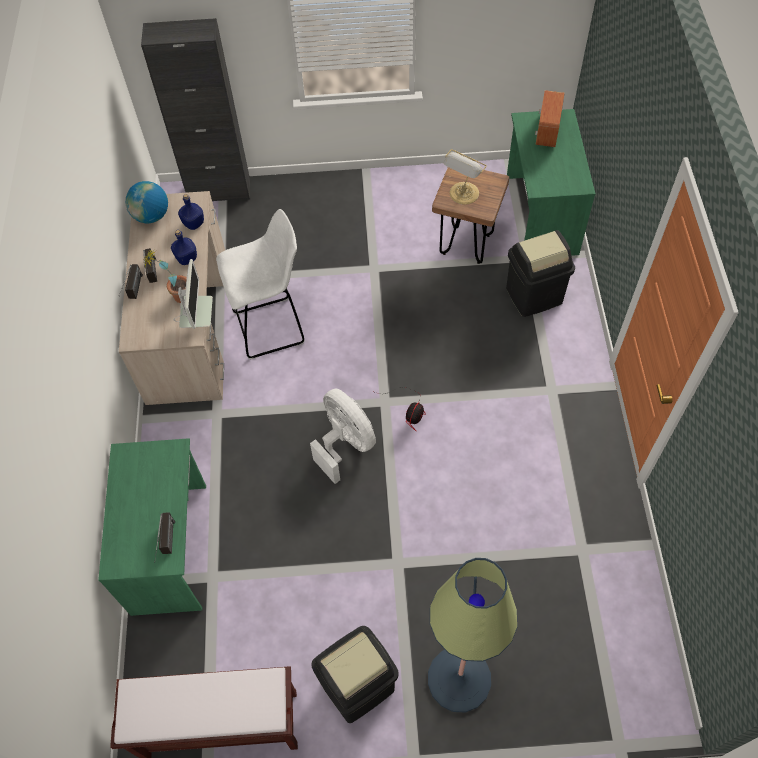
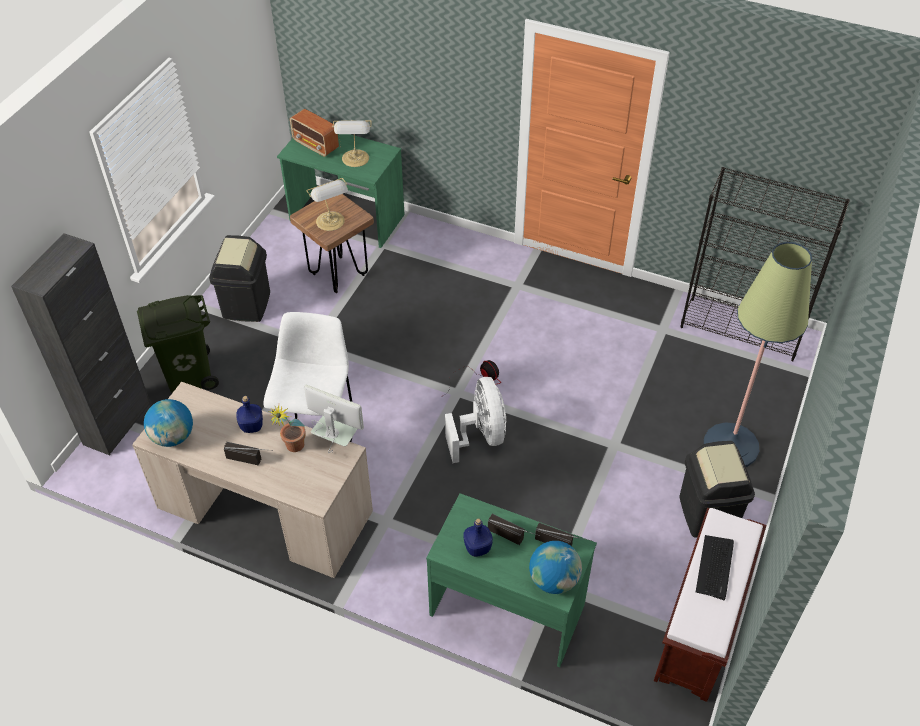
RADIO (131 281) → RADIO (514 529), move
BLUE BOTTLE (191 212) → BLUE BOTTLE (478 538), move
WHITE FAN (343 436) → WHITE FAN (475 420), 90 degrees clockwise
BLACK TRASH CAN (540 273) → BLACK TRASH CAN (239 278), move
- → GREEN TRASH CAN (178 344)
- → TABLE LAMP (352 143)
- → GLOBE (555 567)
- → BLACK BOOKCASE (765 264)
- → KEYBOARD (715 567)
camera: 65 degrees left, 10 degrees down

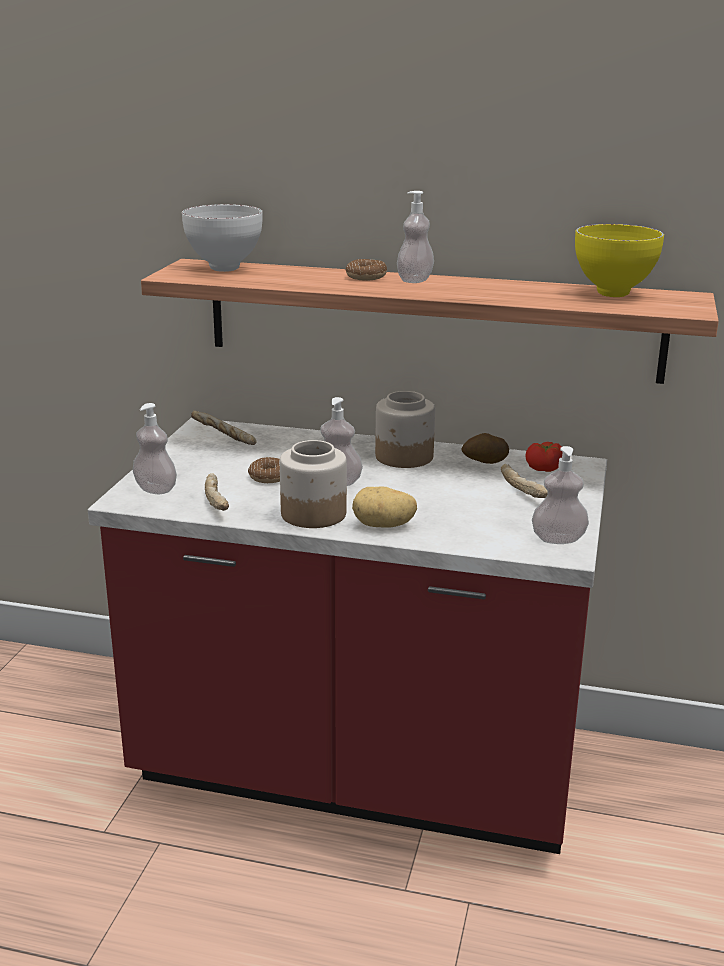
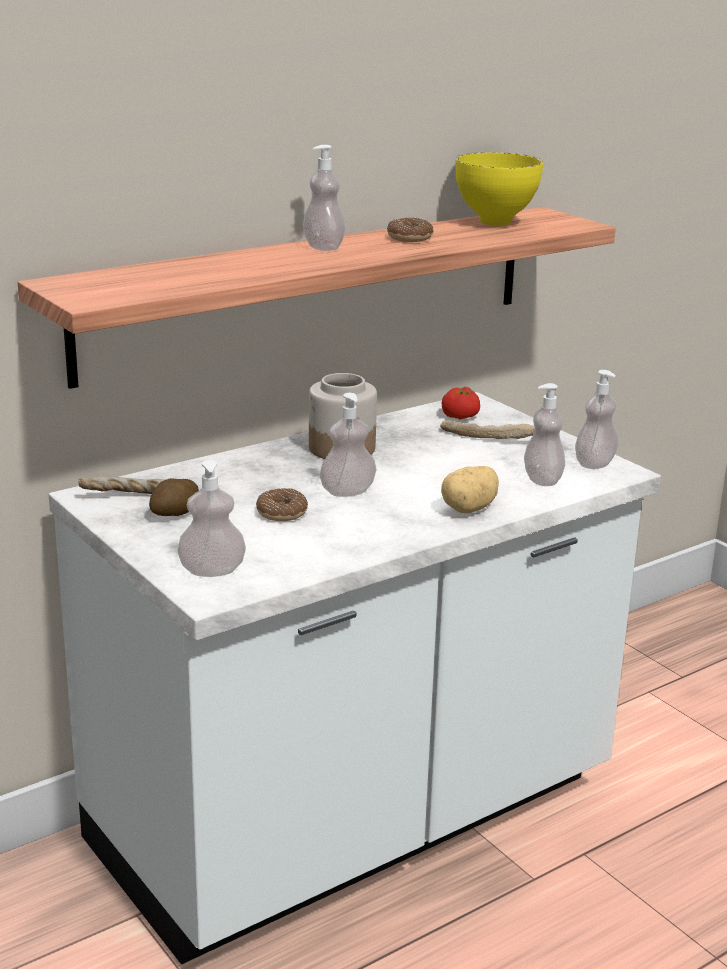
RED COUNTER (347 636) → WHITE COUNTER (355 678)
WHITE BOWL (222 238) → -
BREAD (217 492) → -
JAR (313 484) → -
DONUT (366 270) → DONUT (410 230), move
POTATO (485 448) → POTATO (174 497), move
- → SOAP DISPENSER (544 434)
camera: 50 degrees left, 0 degrees up

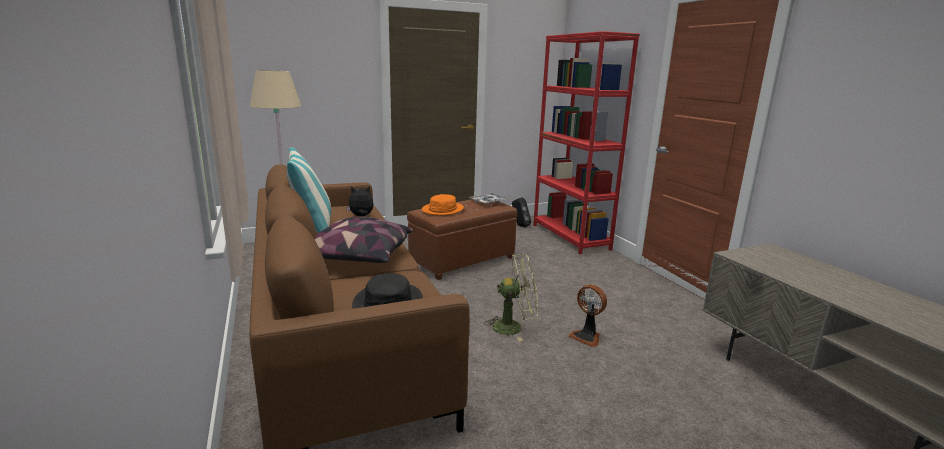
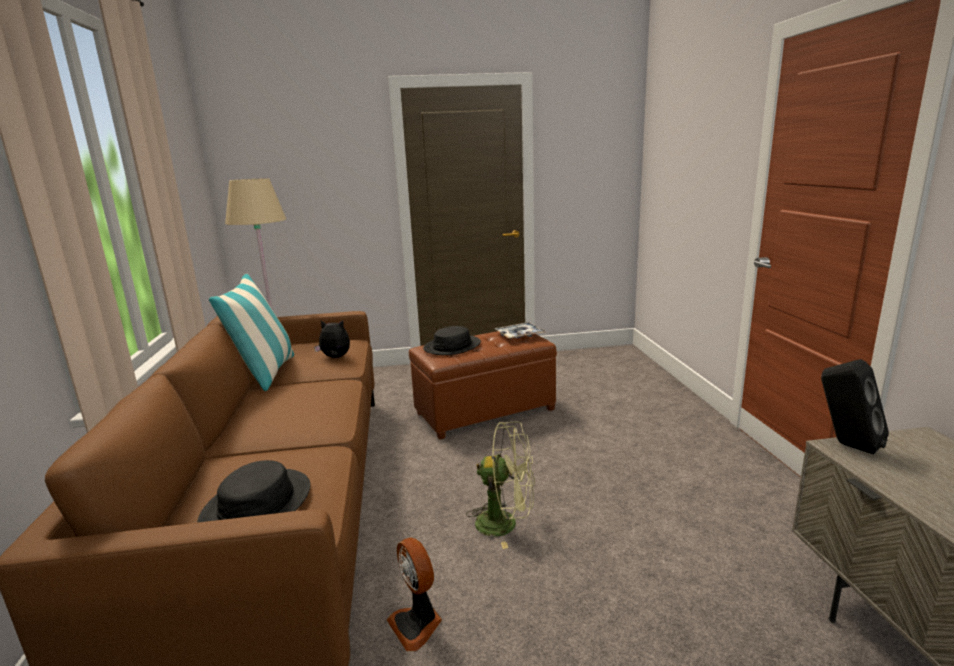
PILLOW (364 240) → -
ORANGE HAT (443 204) → BLACK HAT (452 340)
BLACK SPEAKER (521 212) → BLACK SPEAKER (855 406), move
RED BOOKCASE (586 142) → -
FAN (587 315) → FAN (414 594), move
camera: 15 degrees right, 0 degrees up

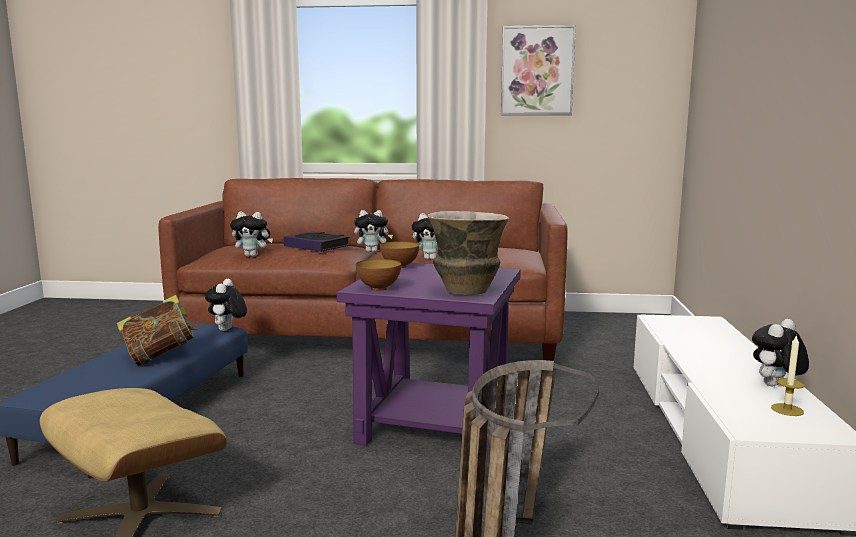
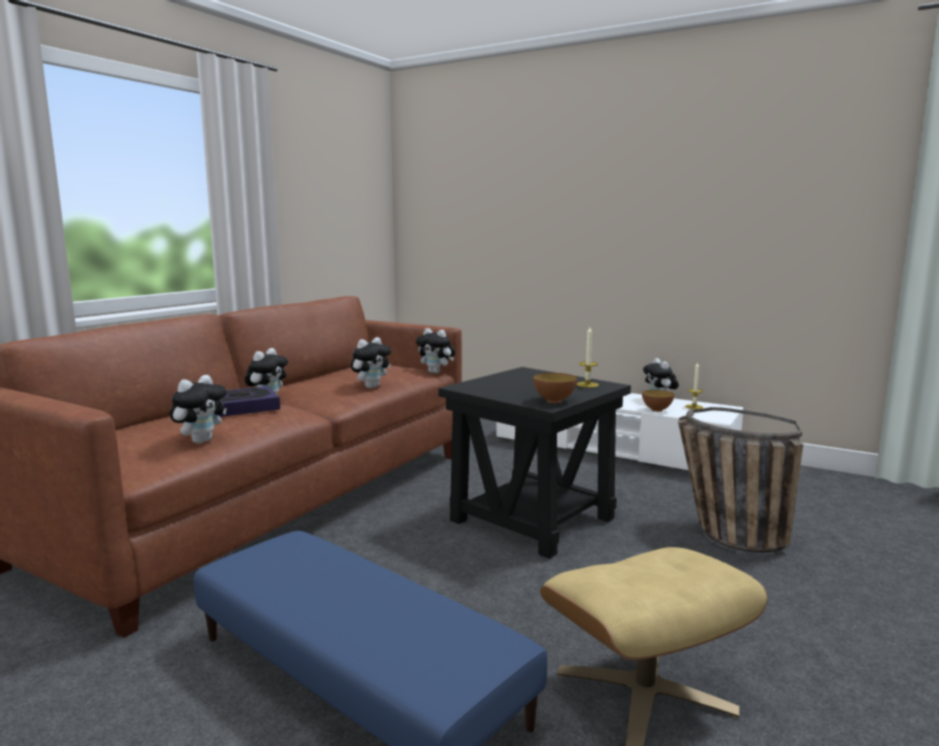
BOOK (157 330) → -
PLUSH TOY (226 305) → PLUSH TOY (435 351), move
PURPLE SIDE TABLE (429 354) → BLACK SIDE TABLE (534 463)
BOWL (400 254) → BOWL (658 401), move
VASE (468 253) → CANDLE (587 357)
PICTURE (538 70) → -
camera: 65 degrees left, 0 degrees up

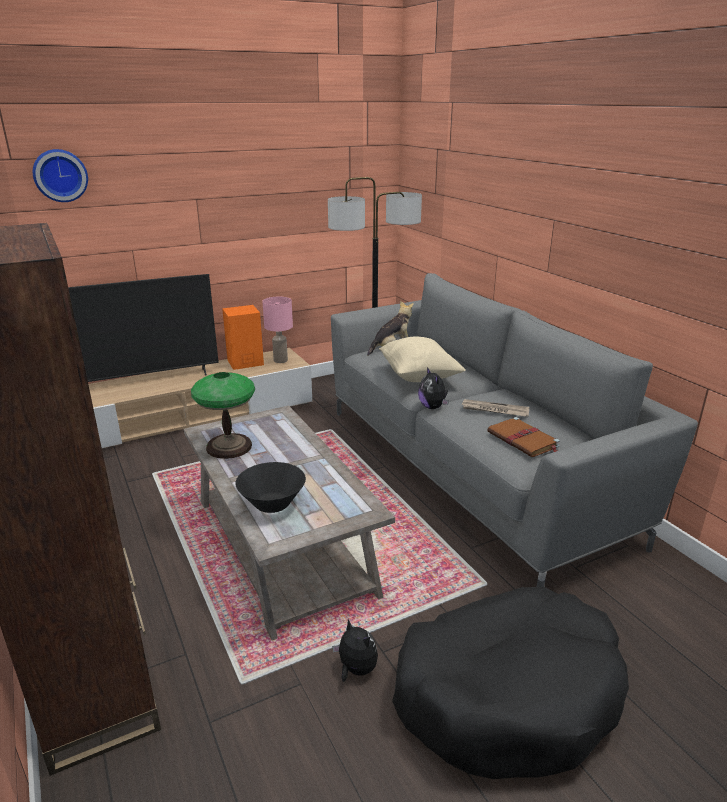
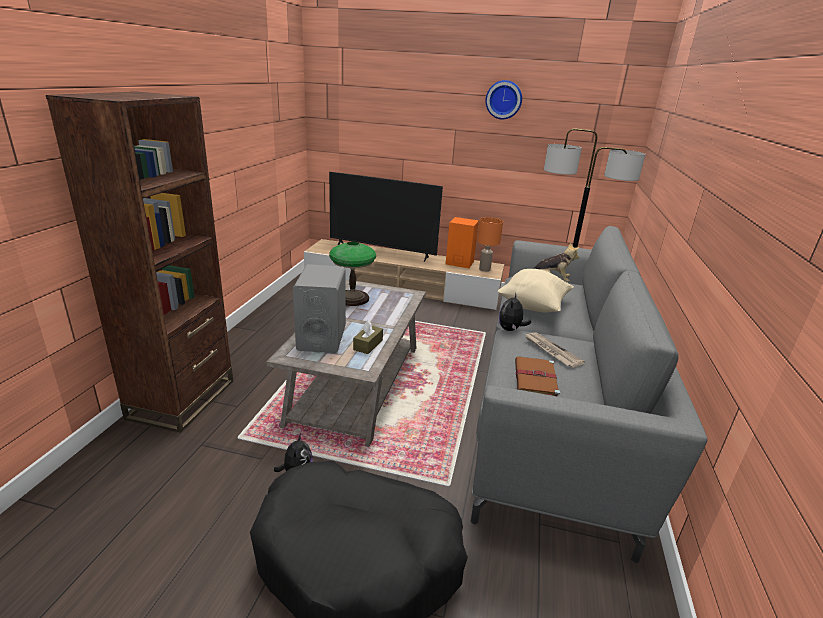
WALL CLOCK (60 175) → WALL CLOCK (503 99), move
BLACK BOWL (270 487) → GREY SPEAKER (319 308)
PINK TABLE LAMP (277 330) → ORANGE TABLE LAMP (490 244)
- → BROWN TISSUE BOX (368 337)
camera: 40 degrees right, 0 degrees up

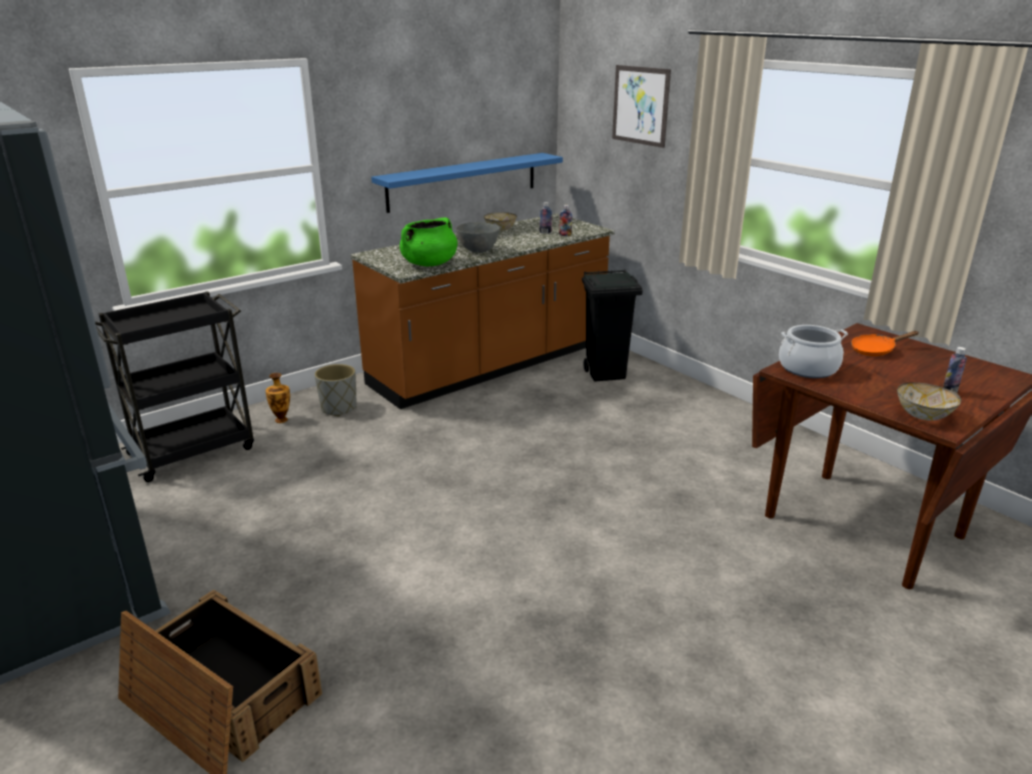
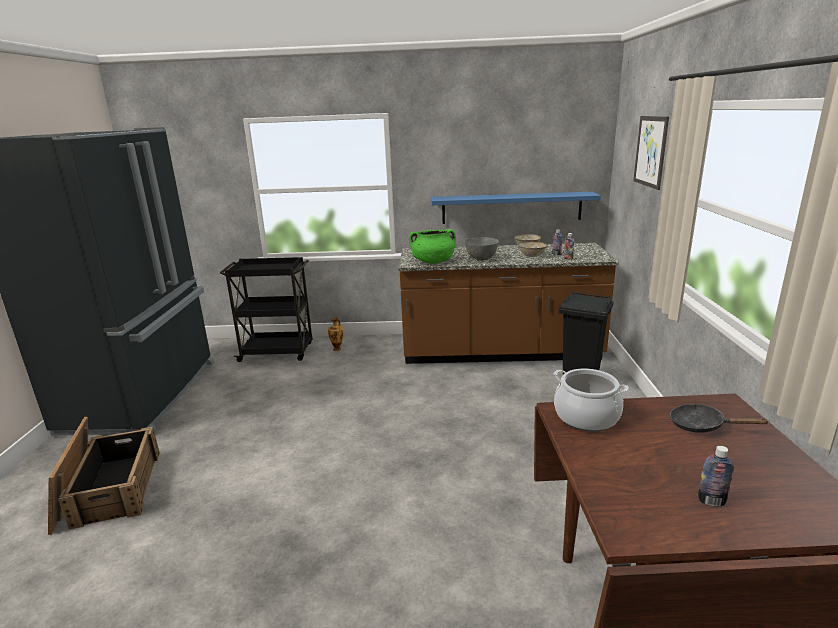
GREY PLANTER (336 390) → -
ORANGE FRYING PAN (885 343) → BLACK FRYING PAN (720 418)
BOWL (929 401) → BOWL (532 249), move
camera: 40 degrees right, 5 degrees down

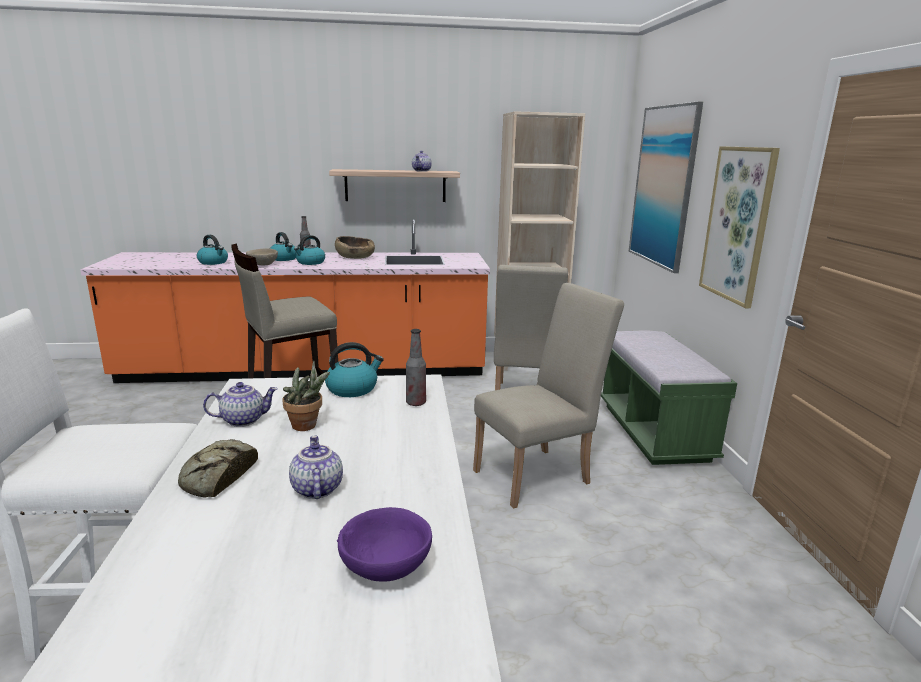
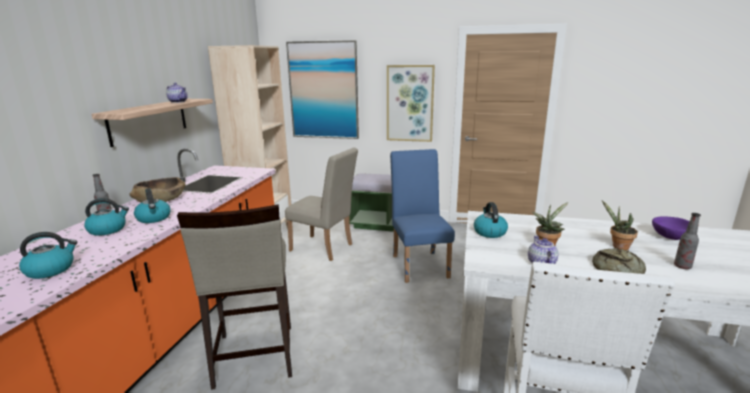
BEIGE BOWL (262 256) → -
TEAPOT (316 467) → POTTED PLANT (620 225)
BOTTLE (416 367) → BOTTLE (687 241), move
BEIGE CHAIR (548 396) → BLUE CHAIR (422 216)
camera: 70 degrees left, 0 degrees up

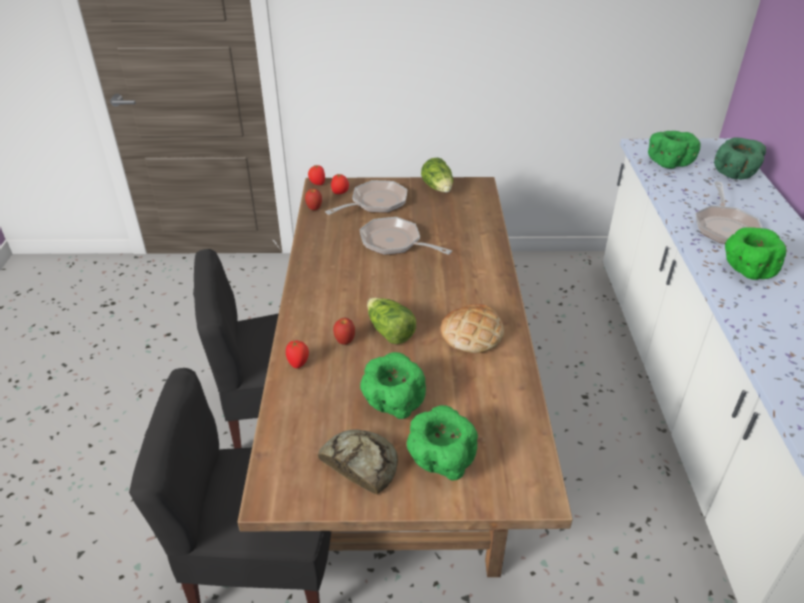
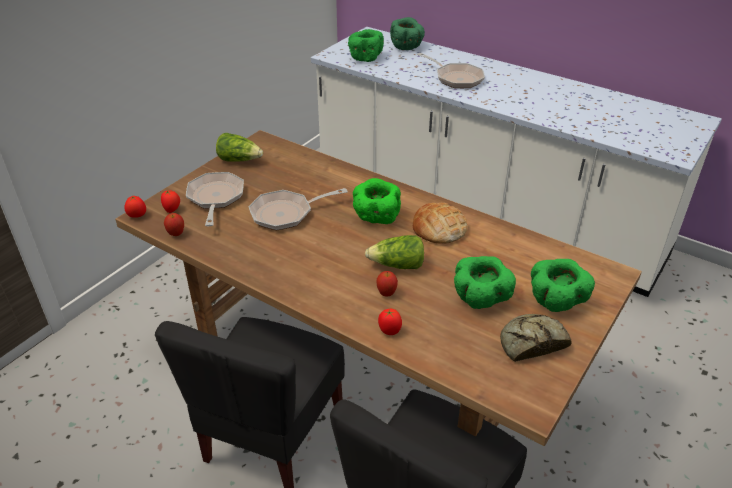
GREEN BOWL (755 253) → GREEN BOWL (377 201), move
camera: 55 degrees left, 0 degrees up

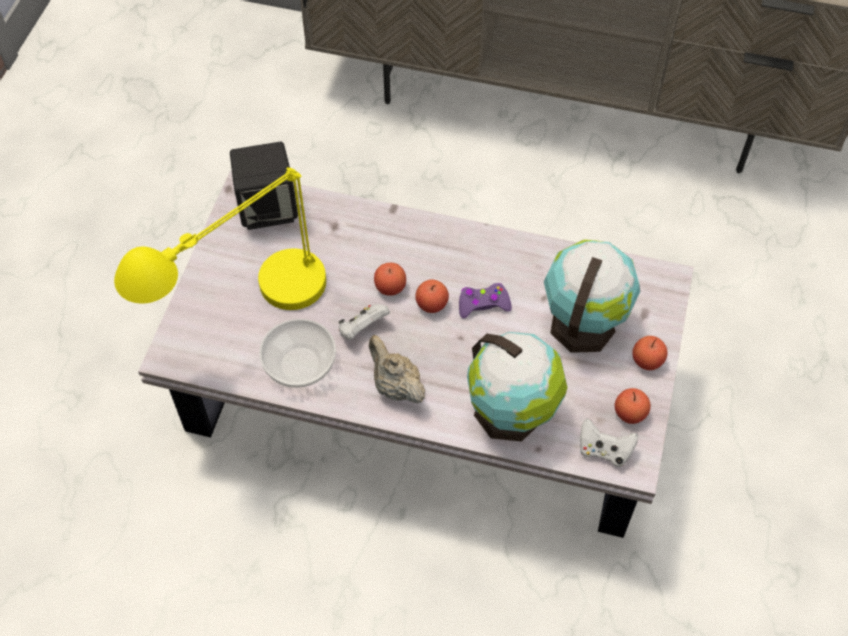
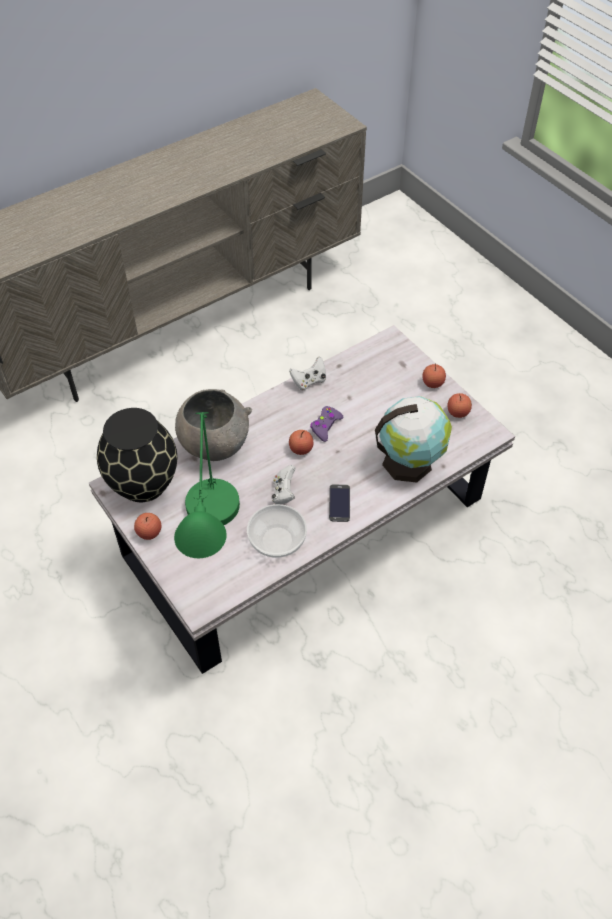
YELLOW TABLE LAMP (220 238) → GREEN TABLE LAMP (207 485)
BLACK SPEAKER (264 186) → BLACK VASE (137 455)
BEIGE TEAPOT (397 369) → PHONE (339 503)
APPLE (390 279) → APPLE (148 526), move
GLOBE (592 296) → -
WHITE GAME CONTROLLER (609 442) → WHITE GAME CONTROLLER (307 373), move
- → GREY BOWL (213 425)
camera: 50 degrees left, 5 degrees down

